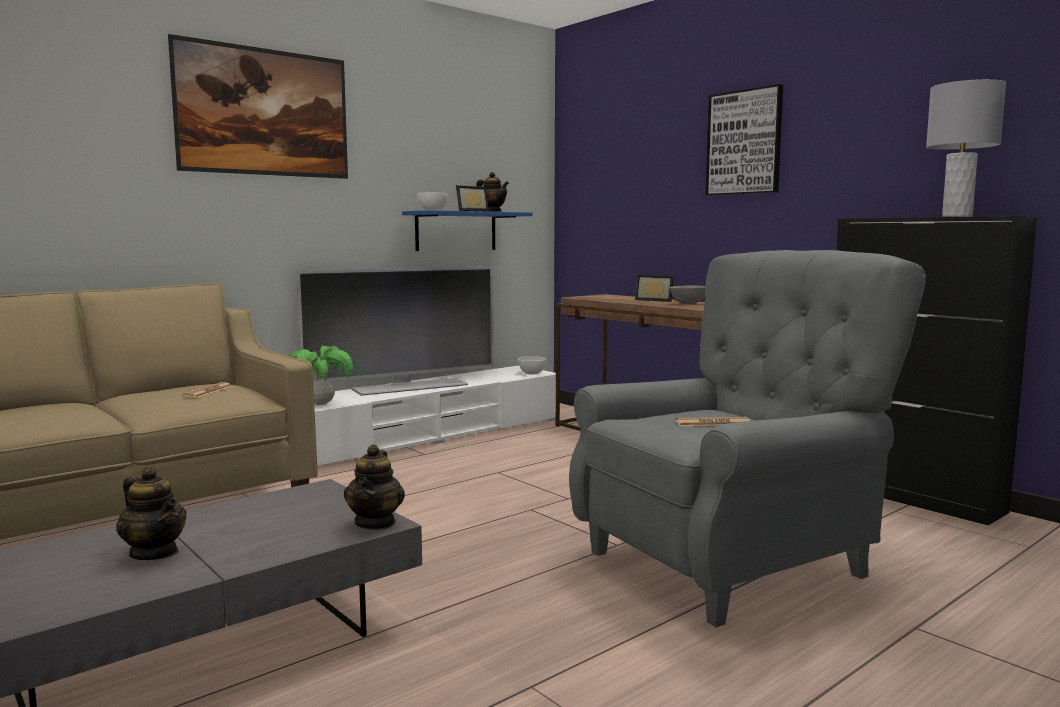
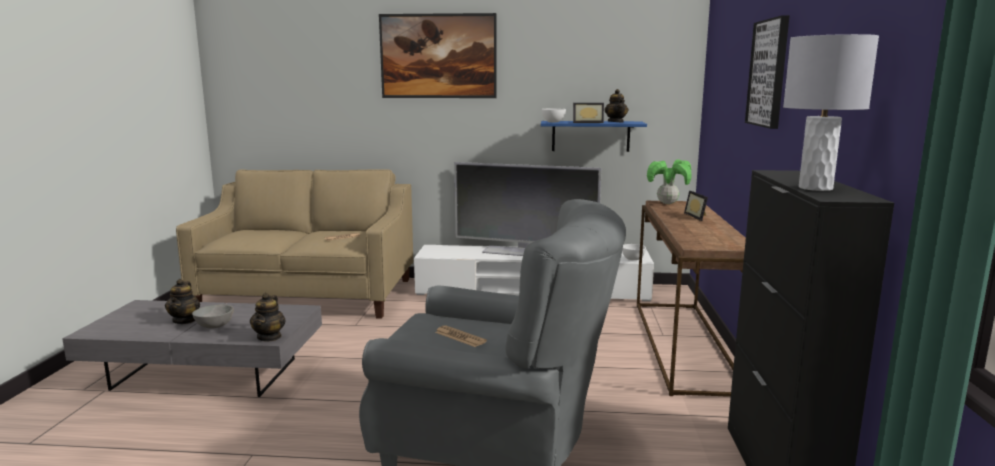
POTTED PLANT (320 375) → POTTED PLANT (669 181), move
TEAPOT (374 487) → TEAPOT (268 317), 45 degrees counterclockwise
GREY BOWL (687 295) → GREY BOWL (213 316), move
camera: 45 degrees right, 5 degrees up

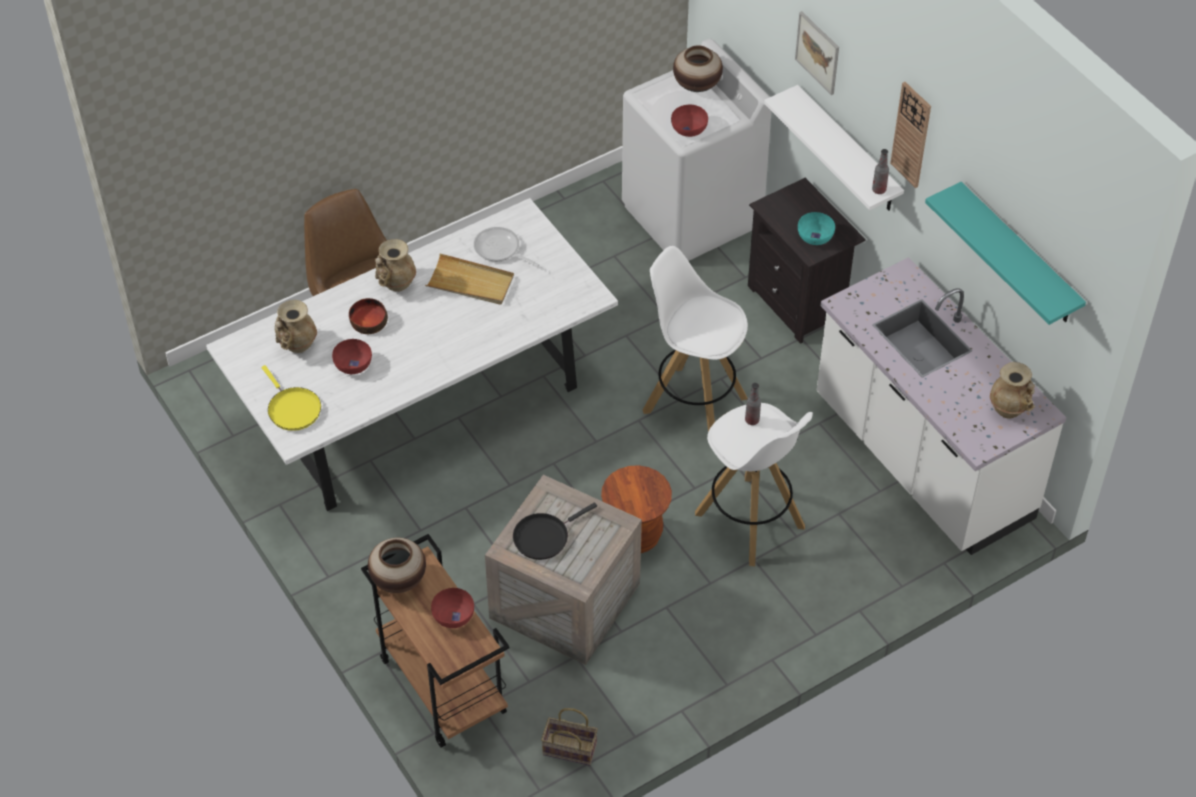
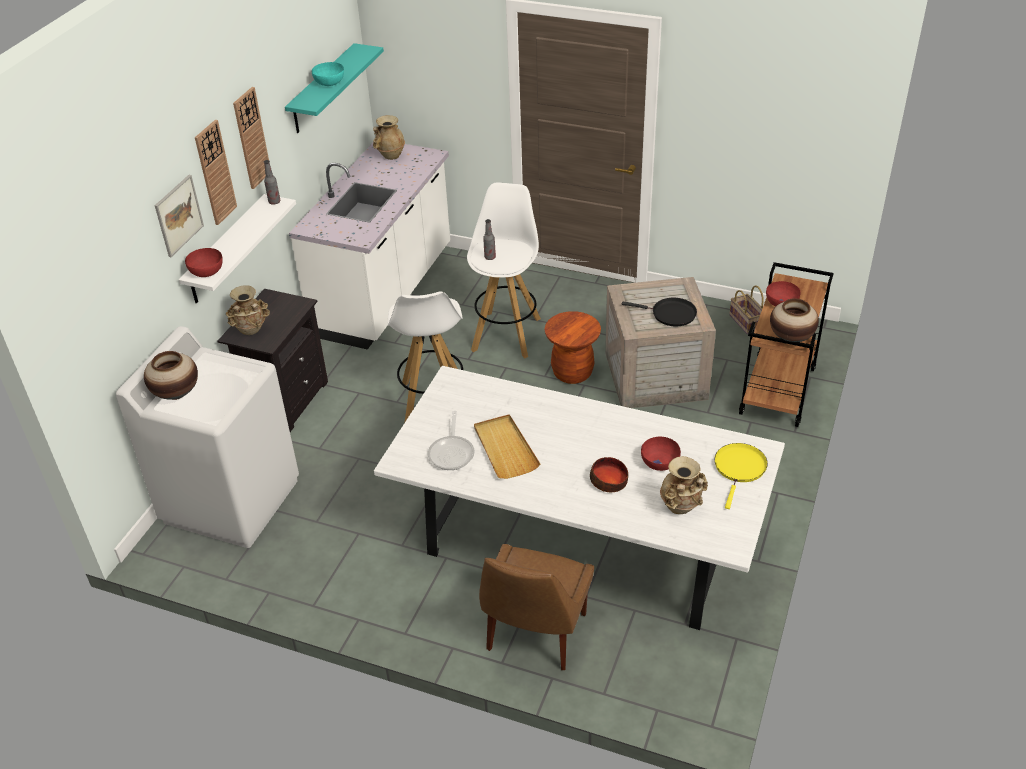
BEIGE VASE (395 265) → BEIGE VASE (248 310), move
RED BOWL (689 121) → RED BOWL (204 262), move
TURQUOISE BOWL (816 228) → TURQUOISE BOWL (328 74), move
- → WALL CLOCK (216 172)
camera: 125 degrees left, 10 degrees down

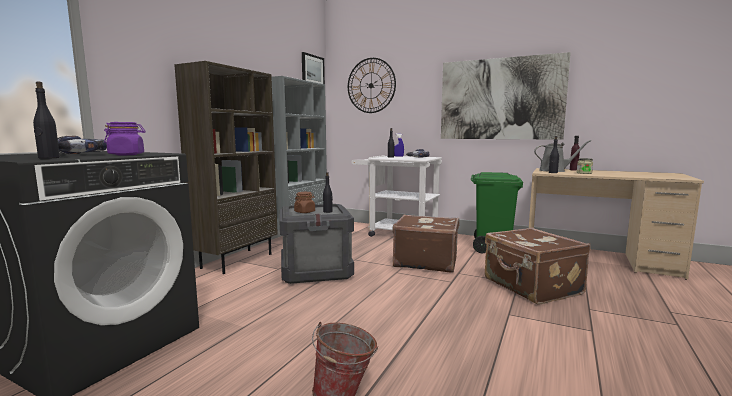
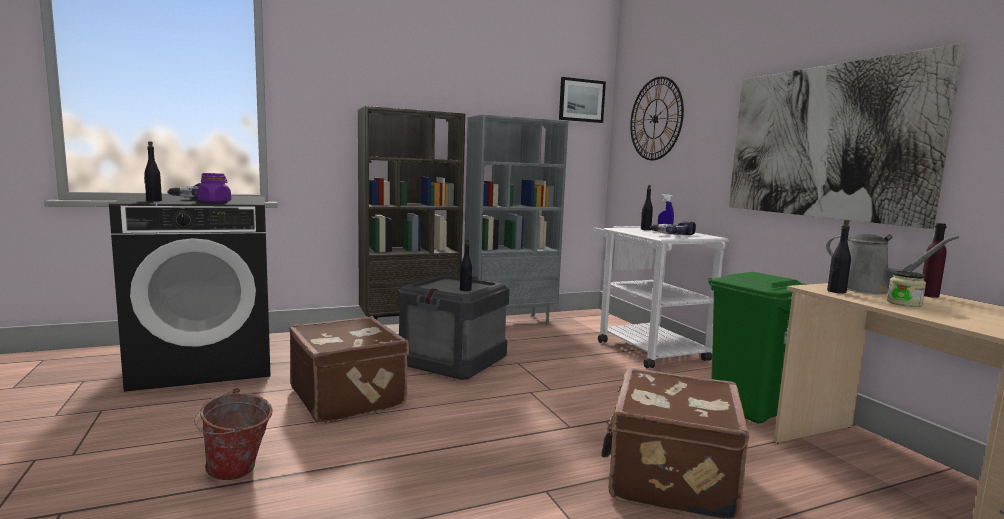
BROWN JAR (304 202) → -
BROWN SUITCASE (425 244) → BROWN SUITCASE (349 370), move
camera: 40 degrees right, 0 degrees up

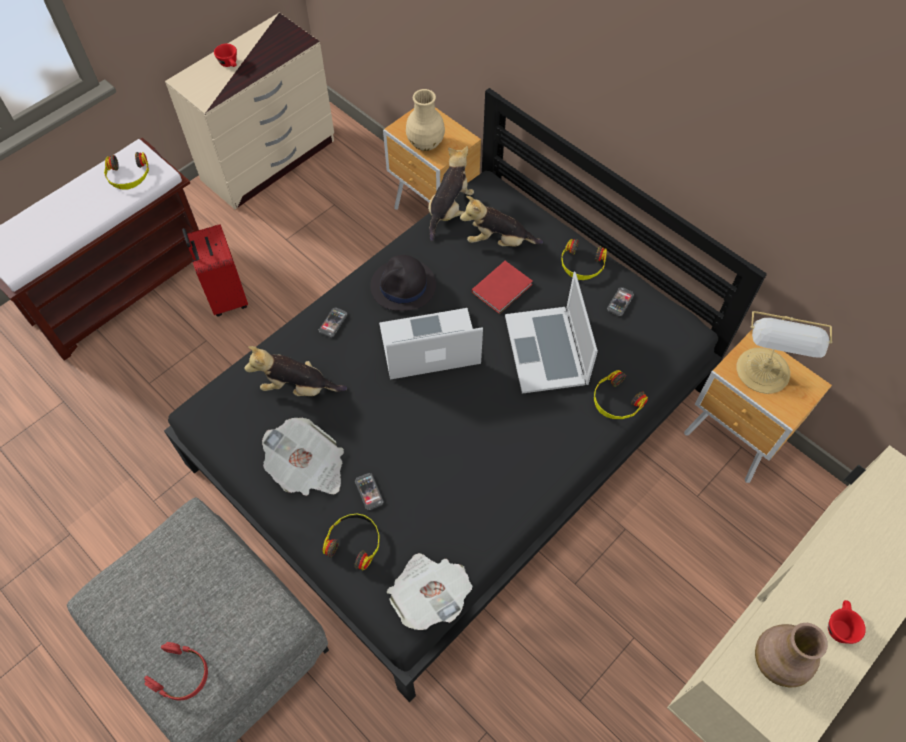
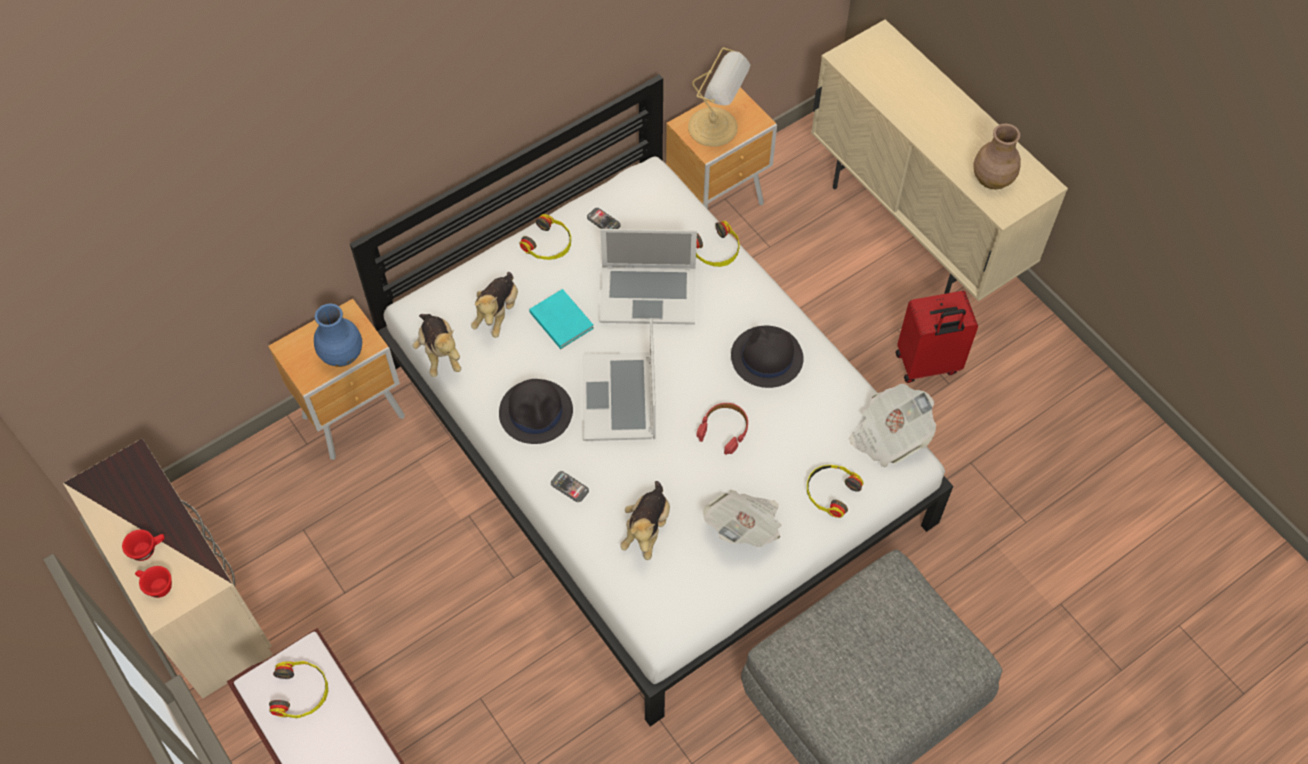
RED HEADPHONES (176 671) → RED HEADPHONES (722 429), move
BLACK BED (465 395) → WHITE BED (651 400)
RED SUITCASE (215 270) → RED SUITCASE (937 337), move
PHONE (369 491) → -
BEIGE VASE (425 120) → BLUE VASE (338 335)
PLUSH TOY (451 193) → PLUSH TOY (437 345), 150 degrees counterclockwise
RED BOOK (502 287) → TURQUOISE BOOK (561 319)
RED CUP (847 622) → RED CUP (153 582), move
- → BLACK HAT (767 357)
camera: 80 degrees left, 0 degrees up

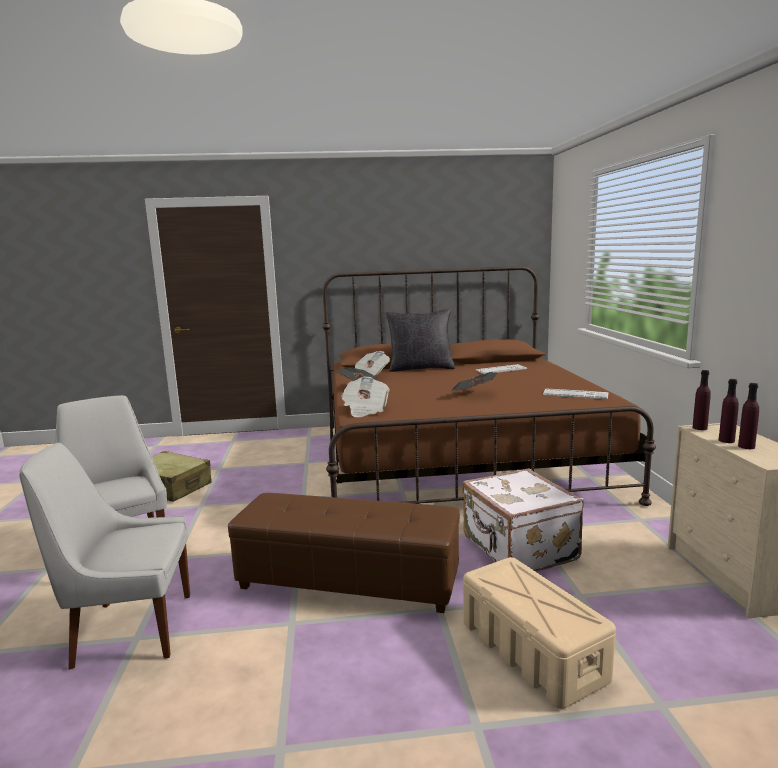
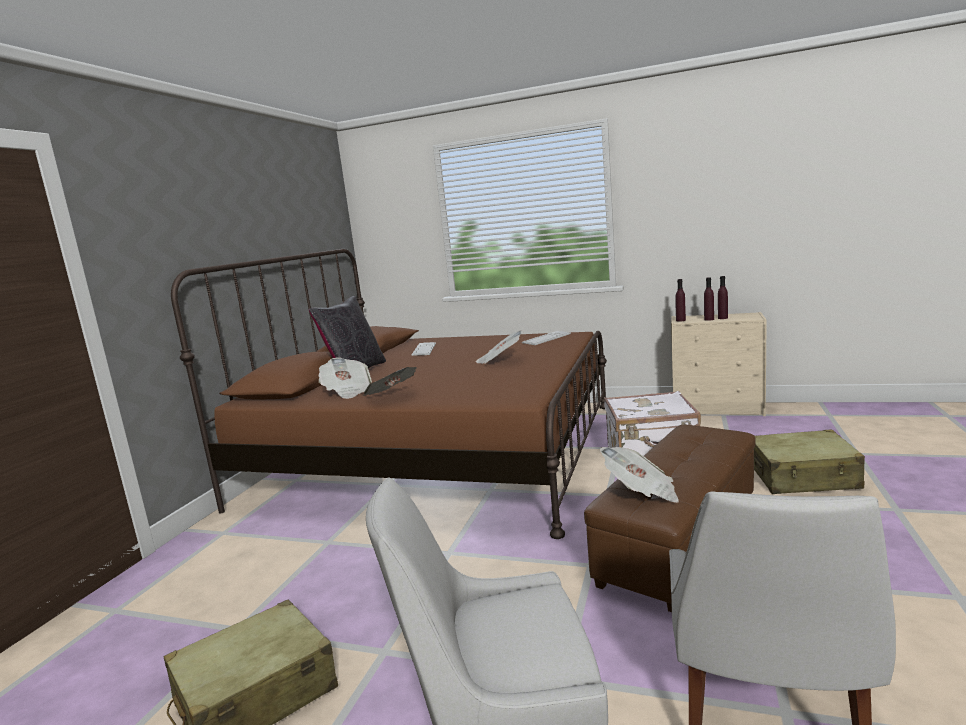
NEWSPAPER (365 397) → NEWSPAPER (639 475), move
BEIGE STORAGE BOX (539 633) → BEIGE SUITCASE (809 462)
camera: 65 degrees left, 0 degrees up

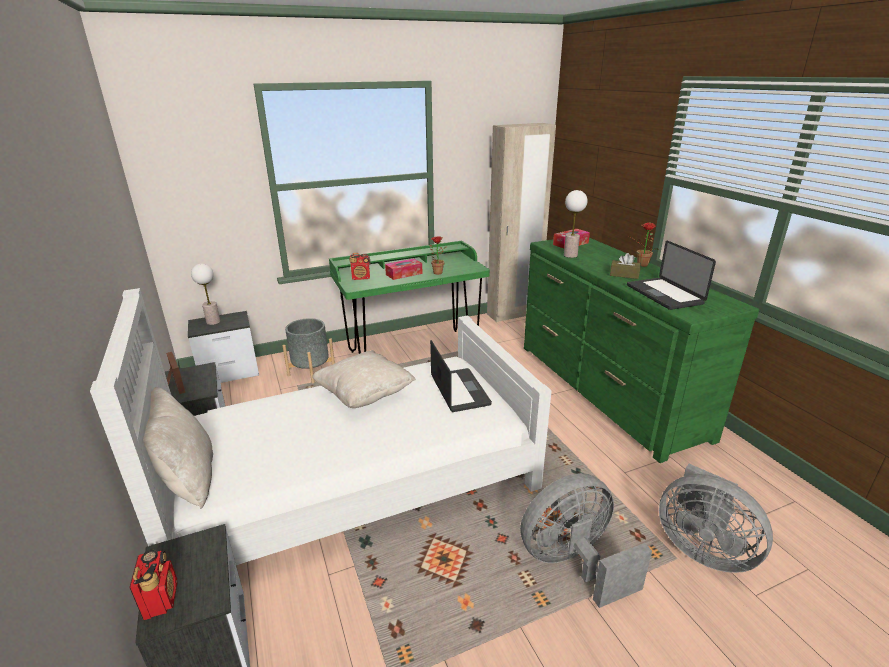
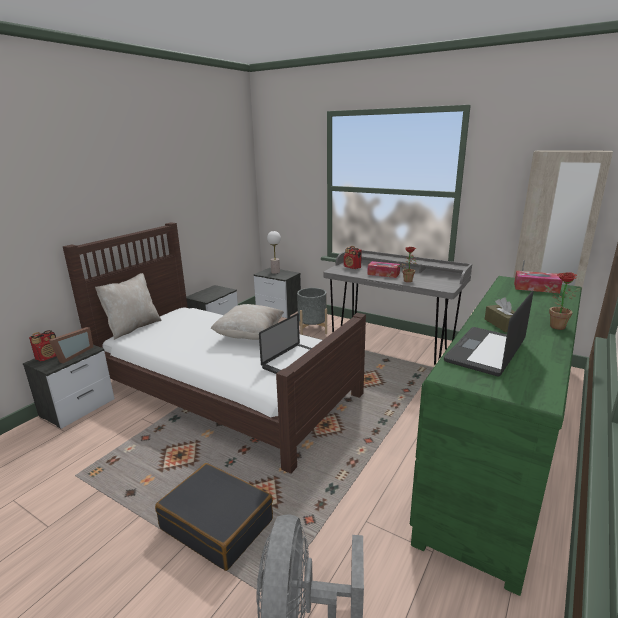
WHITE BED (321 426) → BROWN BED (214 348)
PICTURE FRAME (175 373) → PICTURE FRAME (71 345), move
GREEN DESK (409 297) → GREY DESK (398 308)
GREY FAN (586 540) → BLACK SUITCASE (214 517)
TABLE LAMP (575 224) → -
camera: 55 degrees right, 5 degrees down

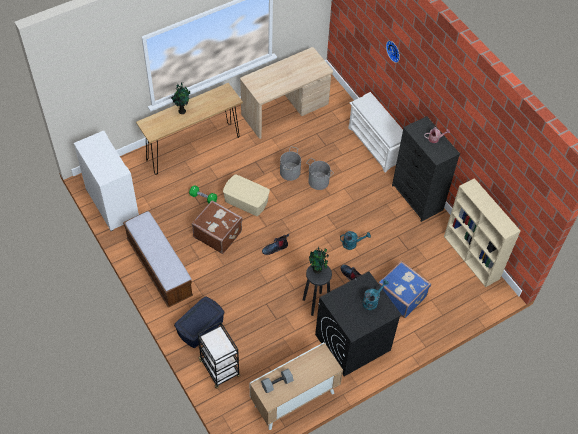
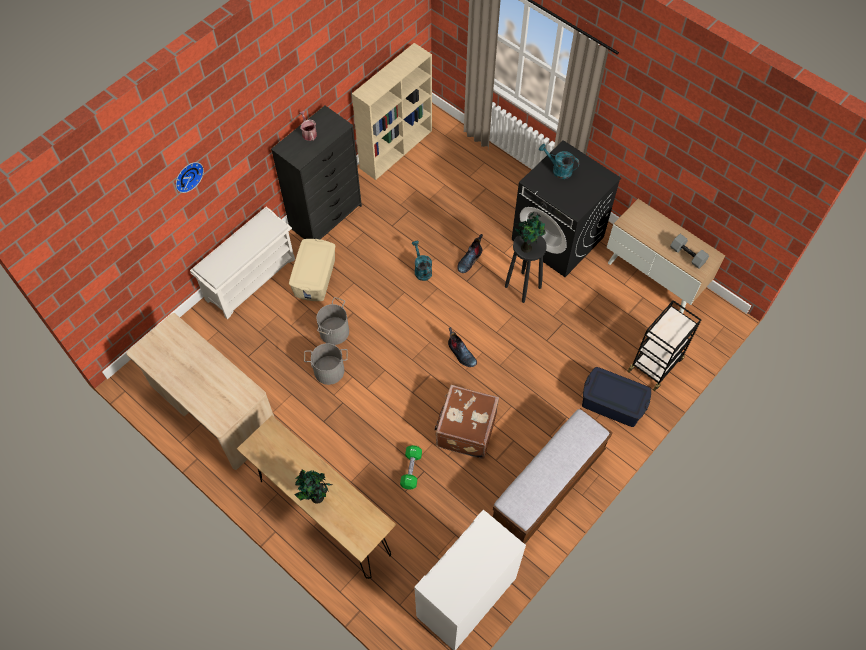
BEIGE STORAGE BOX (246 195) → BEIGE STORAGE BOX (312 270), move
BLUE SUITCASE (404 289) → -
camera: 105 degrees left, 5 degrees up

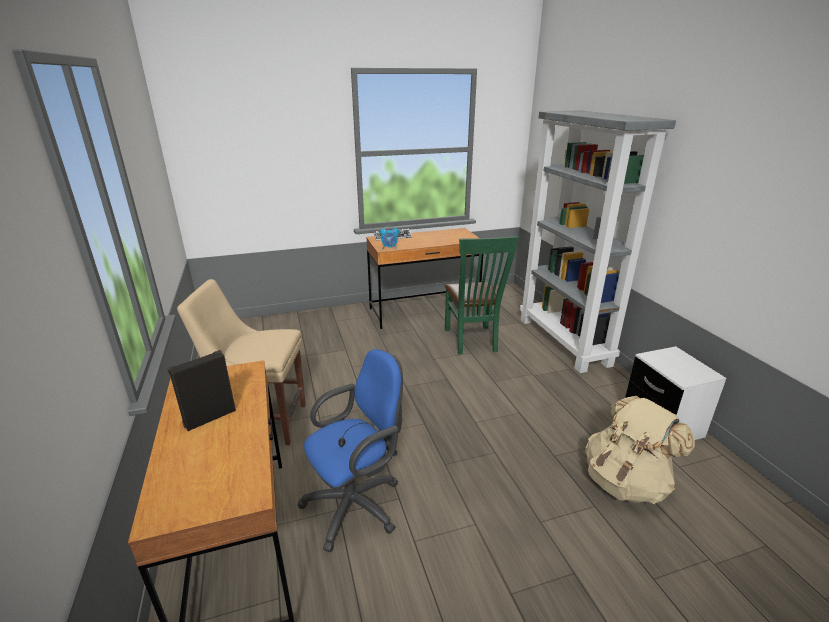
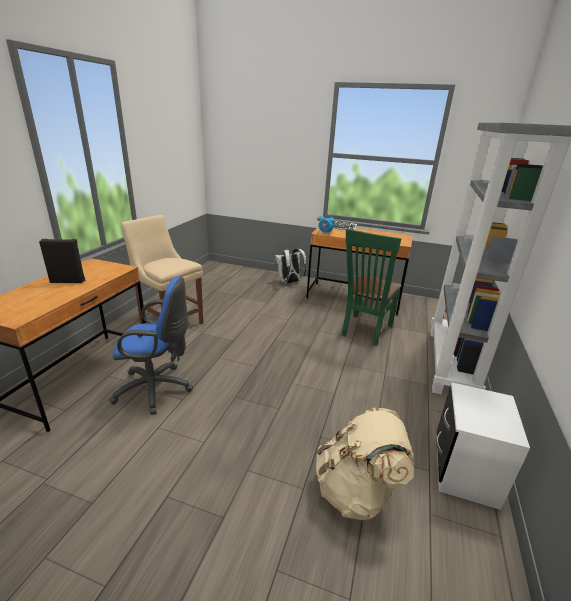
- → WHITE BACKPACK (290 266)
camera: 35 degrees right, 0 degrees up

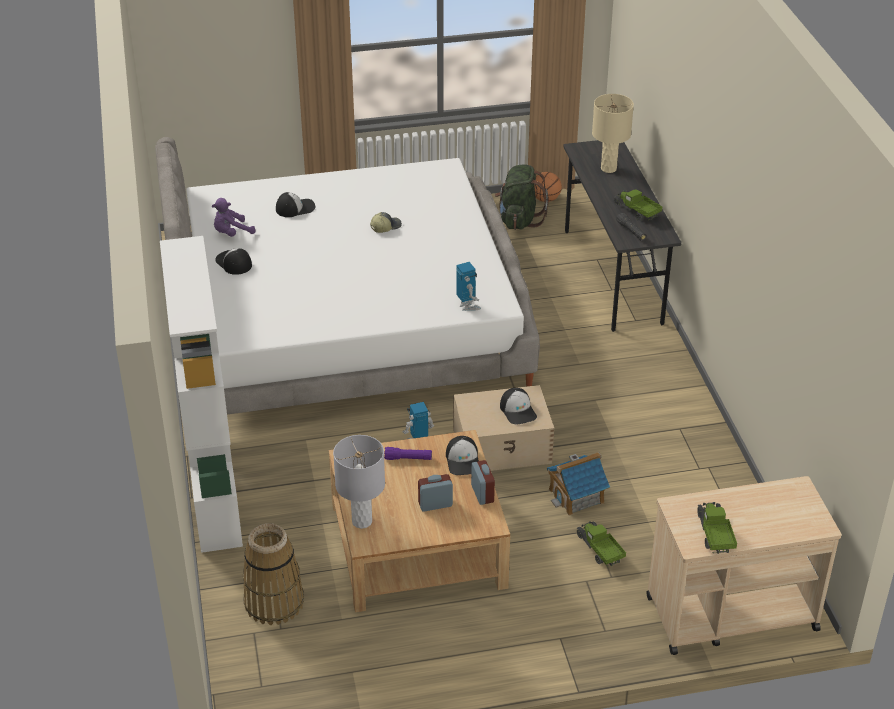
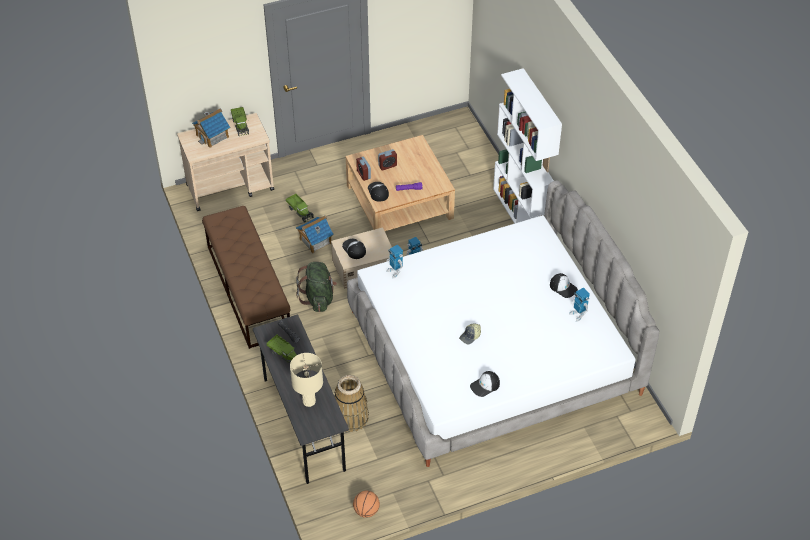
PURPLE PLUSH TOY (234 217) → TOY ROBOT (579 304)
BASKET (273 574) → BASKET (352 403), move
CAP (295 204) → CAP (485 384), move
GREY TABLE LAMP (359 482) → -
GREEN BACKPACK (522 197) → GREEN BACKPACK (316 287), move
- → TOY HOUSE (211 128)
- → BROWN BENCH (246 277)
camera: 170 degrees right, 10 degrees up

